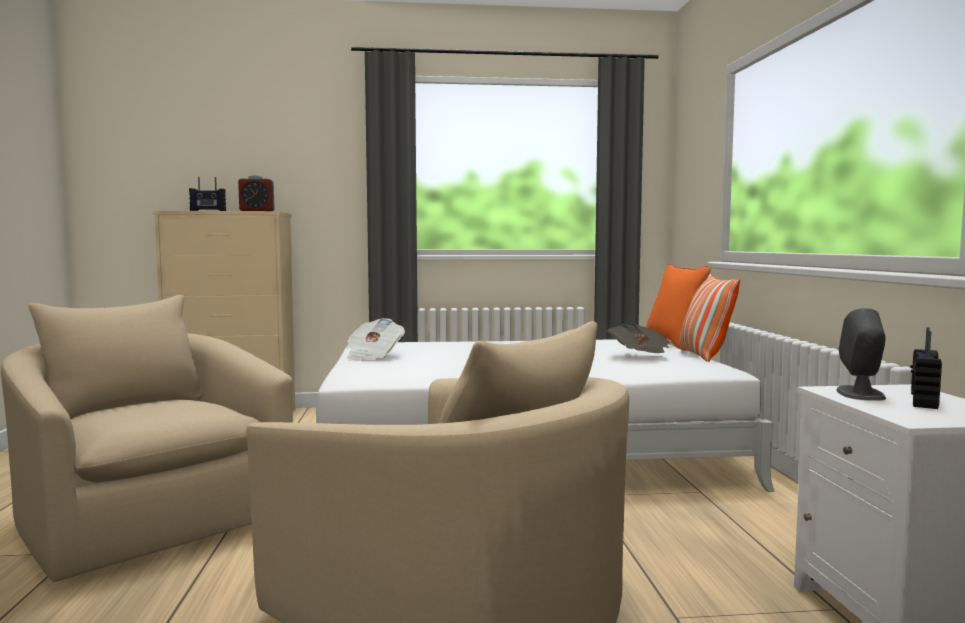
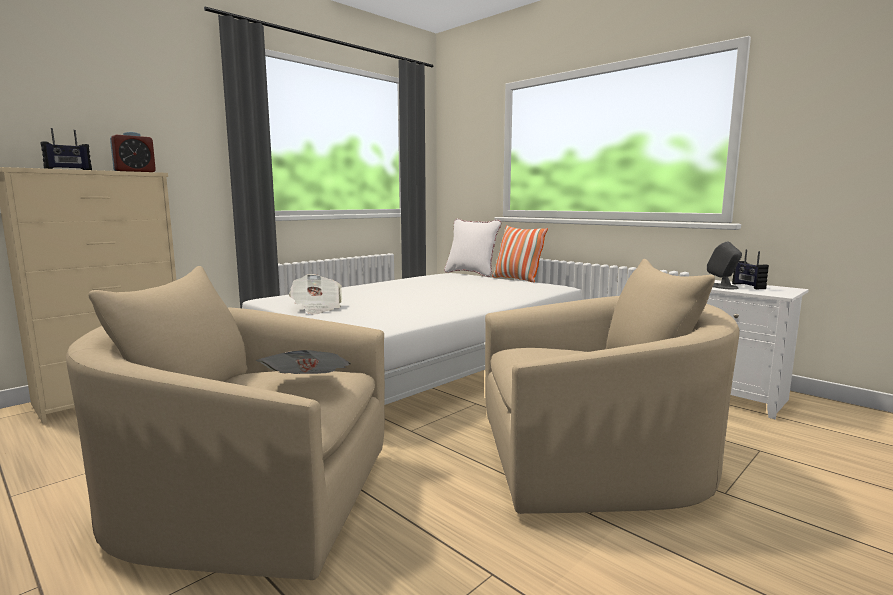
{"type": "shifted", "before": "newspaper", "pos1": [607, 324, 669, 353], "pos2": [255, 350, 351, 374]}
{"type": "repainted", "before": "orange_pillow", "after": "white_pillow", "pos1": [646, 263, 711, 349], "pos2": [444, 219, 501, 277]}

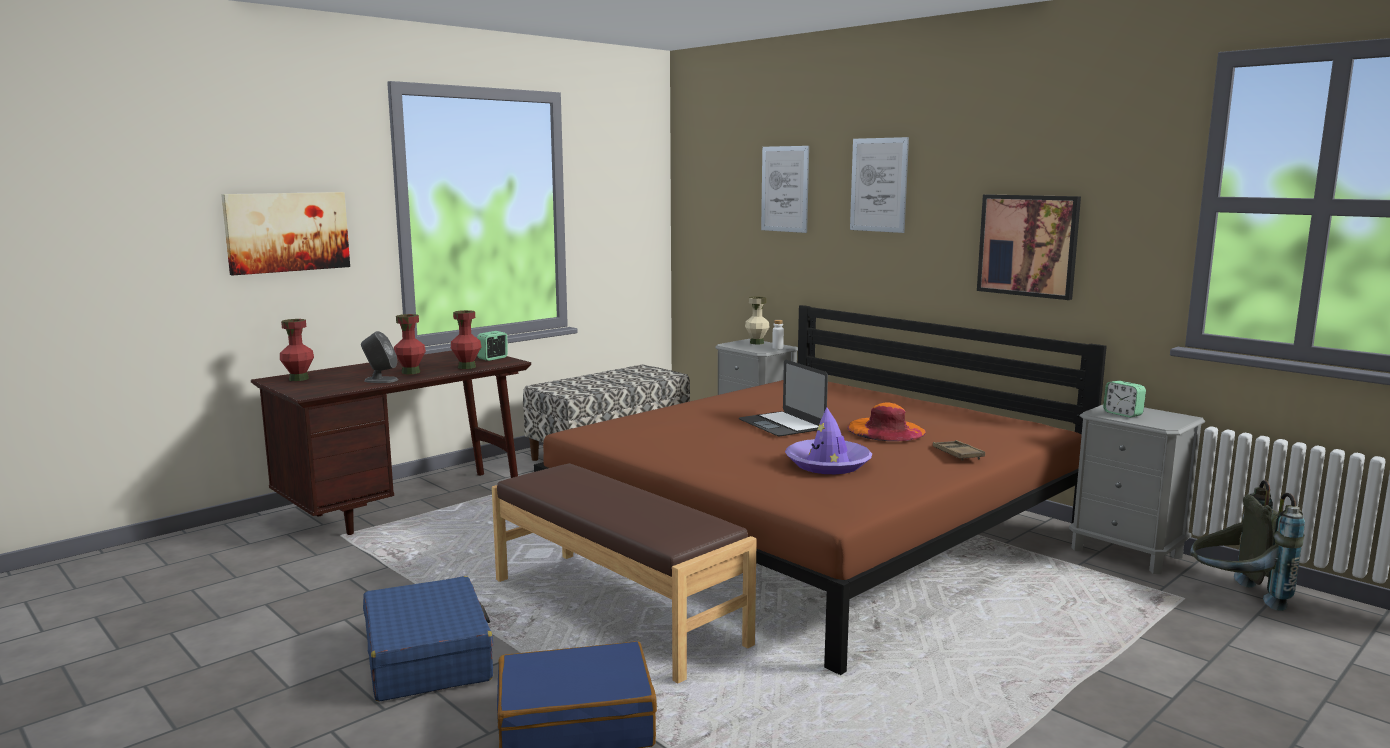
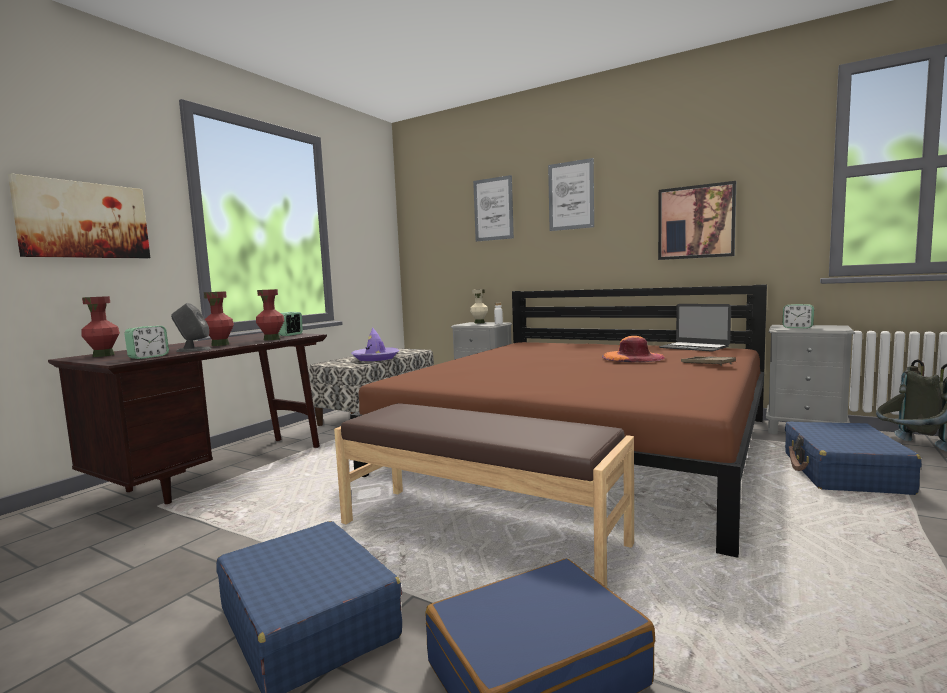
{"type": "new", "after": "alarm_clock", "pos2": [124, 326, 169, 359]}
{"type": "new", "after": "blue_suitcase", "pos2": [785, 422, 922, 495]}
{"type": "shifted", "before": "laptop", "pos1": [739, 360, 828, 436], "pos2": [659, 304, 731, 352]}
{"type": "shifted", "before": "purple_hat", "pos1": [785, 408, 872, 474], "pos2": [351, 328, 399, 361]}

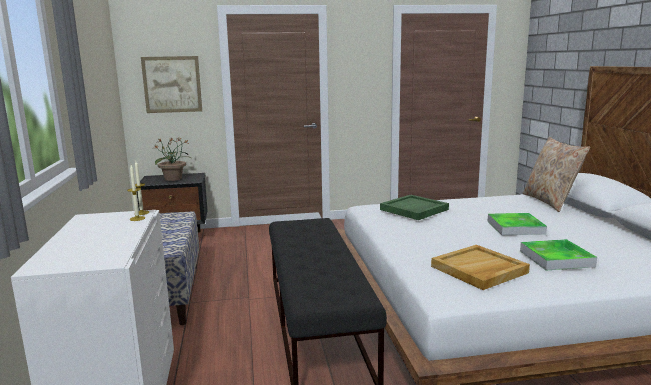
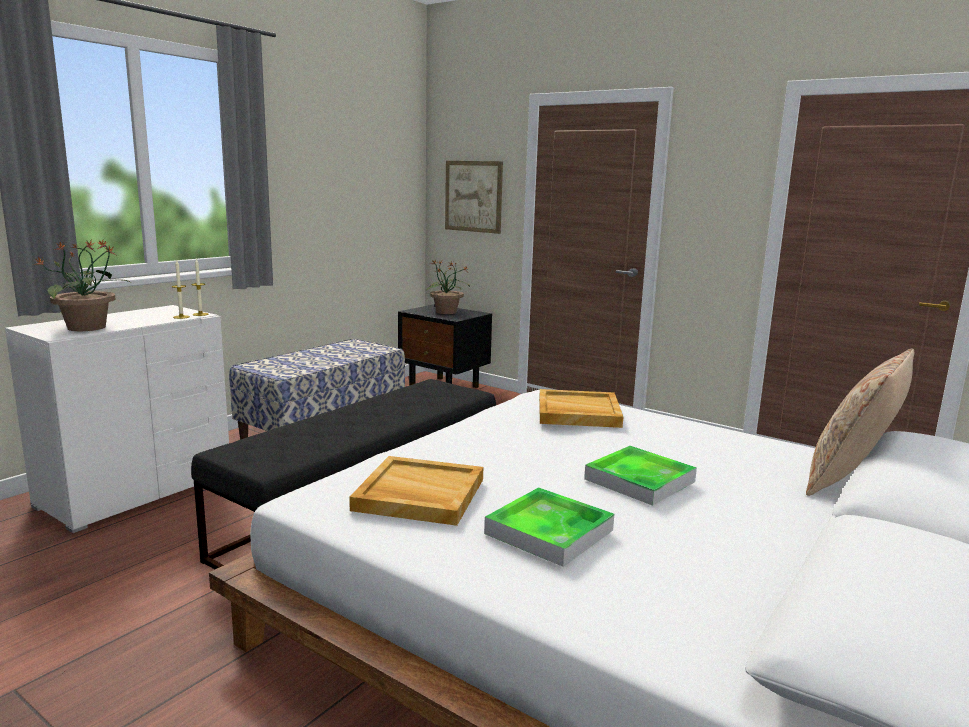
{"type": "new", "after": "potted_plant", "pos2": [33, 240, 130, 331]}
{"type": "repainted", "before": "green_tray", "after": "beige_tray", "pos1": [380, 195, 449, 220], "pos2": [539, 389, 623, 428]}

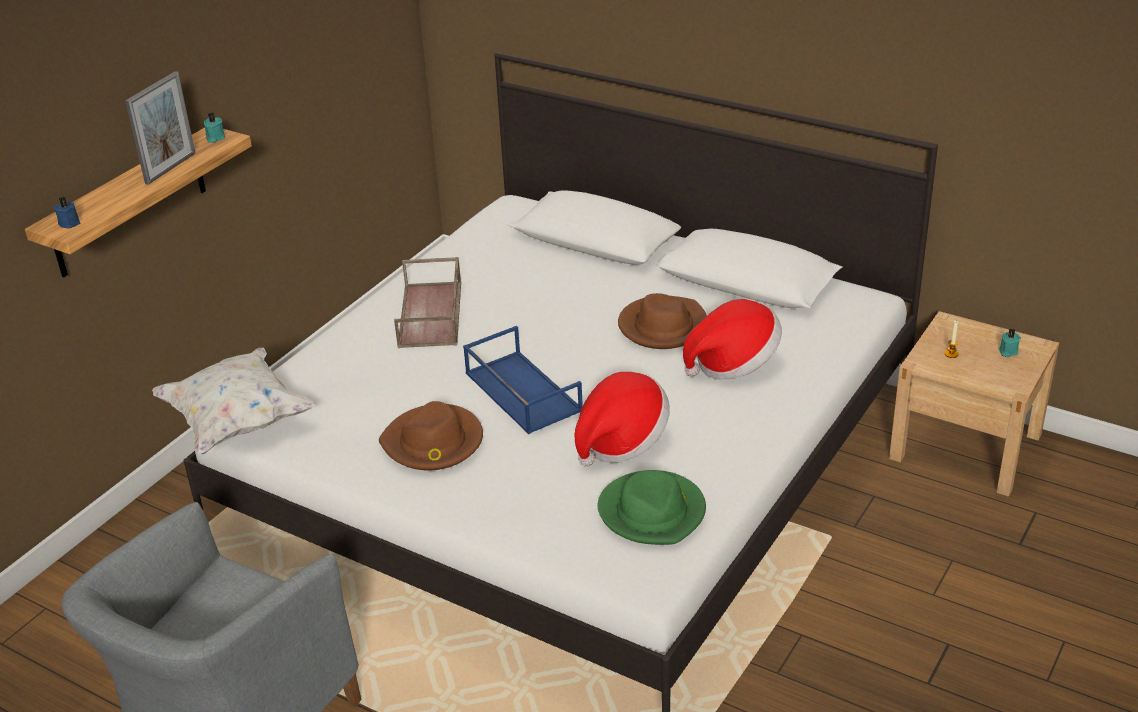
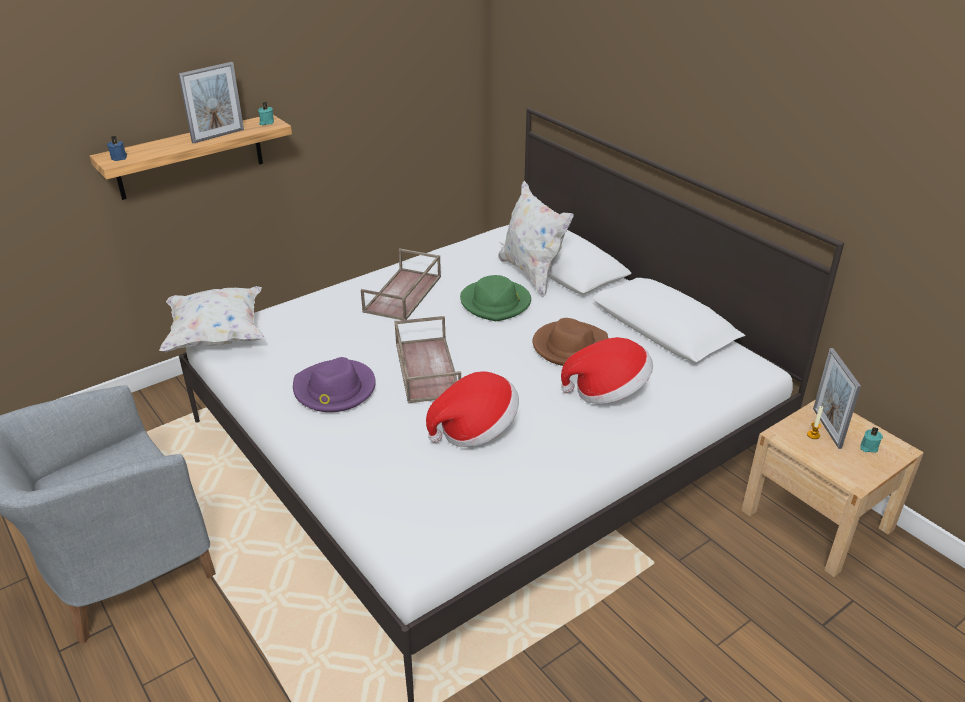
{"type": "new", "after": "white_pillow", "pos2": [498, 181, 574, 298]}
{"type": "new", "after": "picture_frame", "pos2": [813, 348, 861, 449]}
{"type": "shifted", "before": "green_hat", "pos1": [597, 470, 706, 545], "pos2": [460, 275, 531, 321]}
{"type": "repainted", "before": "brown_hat", "after": "purple_hat", "pos1": [379, 401, 483, 471], "pos2": [293, 357, 376, 412]}
{"type": "repainted", "before": "blue_tray", "after": "brown_tray", "pos1": [463, 326, 583, 434], "pos2": [395, 316, 461, 404]}

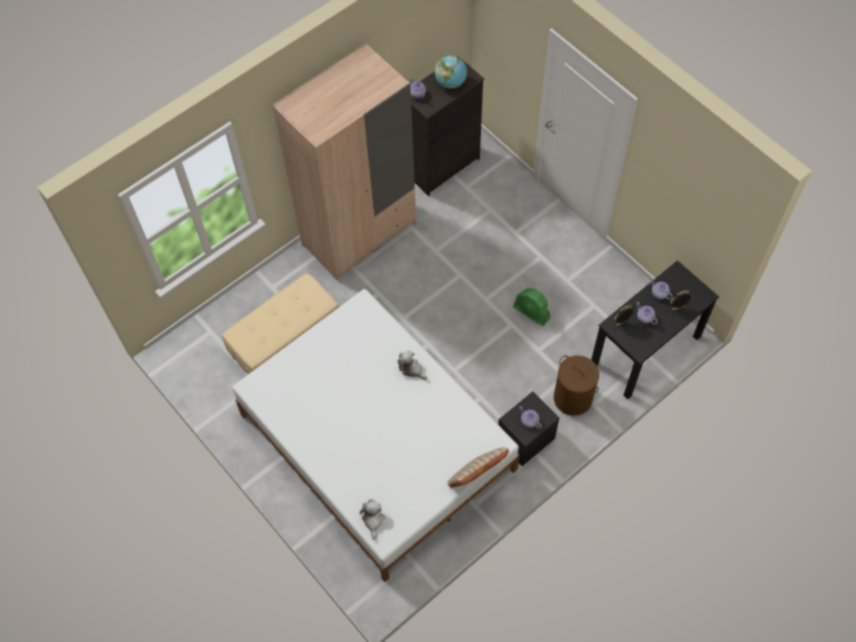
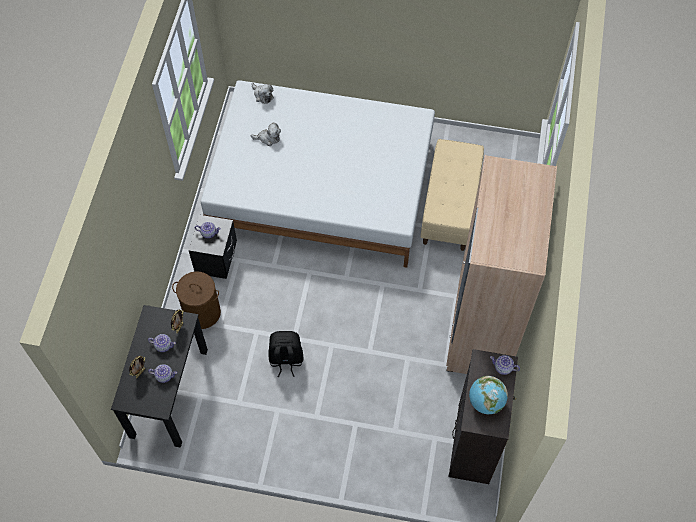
{"type": "gone", "before": "beige_pillow", "pos1": [447, 447, 509, 488]}
{"type": "shifted", "before": "plush_toy", "pos1": [397, 350, 427, 380], "pos2": [251, 123, 281, 146]}
{"type": "swapped", "before": "green_fan", "after": "black_backpack", "pos1": [513, 288, 550, 326], "pos2": [269, 331, 303, 377]}

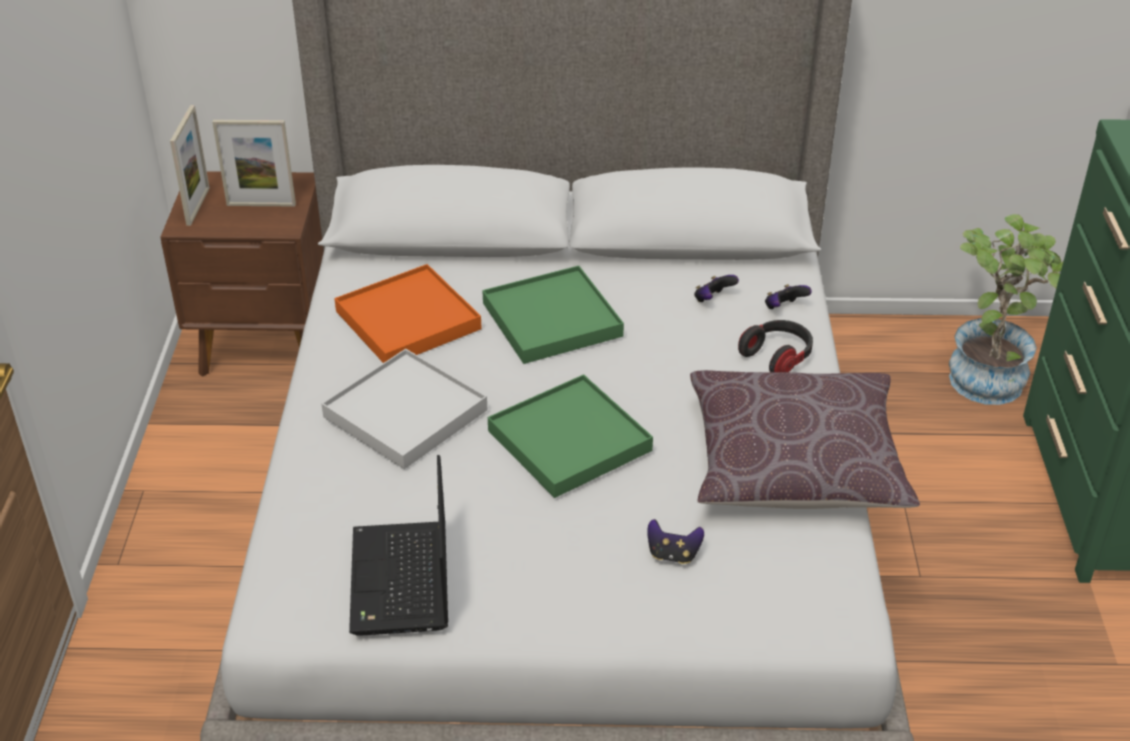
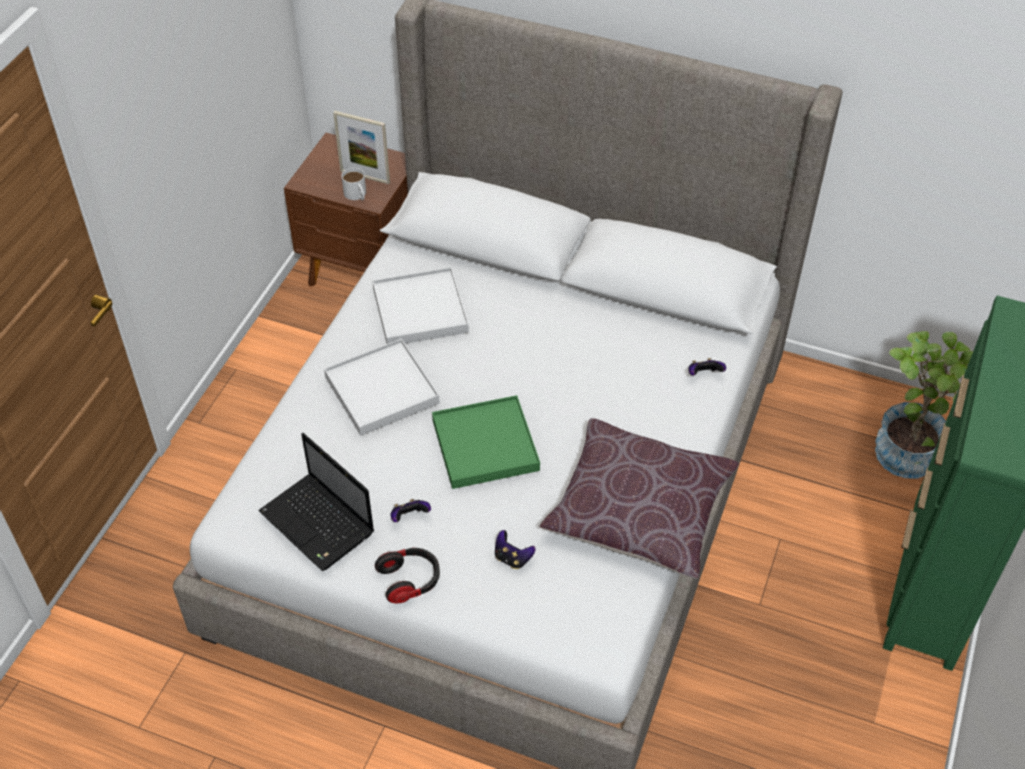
{"type": "gone", "before": "picture_frame", "pos1": [170, 105, 210, 226]}
{"type": "gone", "before": "green_tray", "pos1": [482, 266, 624, 364]}
{"type": "new", "after": "white_mug", "pos2": [342, 168, 366, 200]}
{"type": "shifted", "before": "game_controller", "pos1": [694, 275, 739, 302], "pos2": [391, 499, 431, 522]}
{"type": "shifted", "before": "headphones", "pos1": [738, 320, 813, 372], "pos2": [375, 548, 440, 604]}
{"type": "repainted", "before": "orange_tray", "after": "white_tray", "pos1": [334, 264, 482, 363], "pos2": [372, 267, 469, 344]}
{"type": "rotated", "before": "laptop", "pos1": [349, 455, 448, 636], "pos2": [258, 433, 374, 571], "turn": -60}

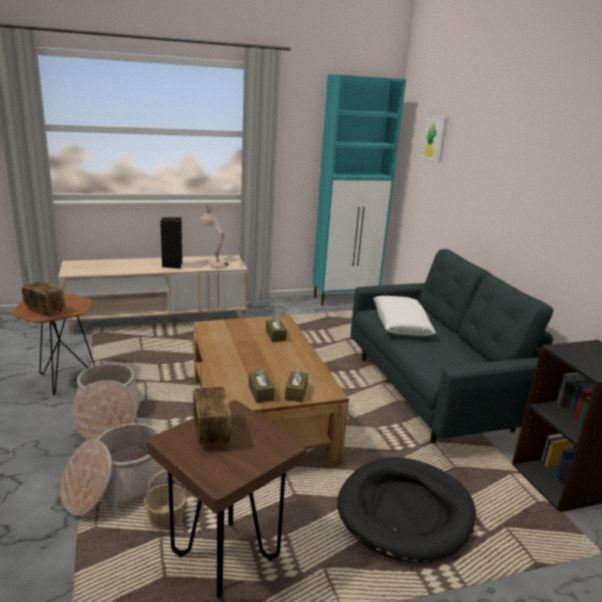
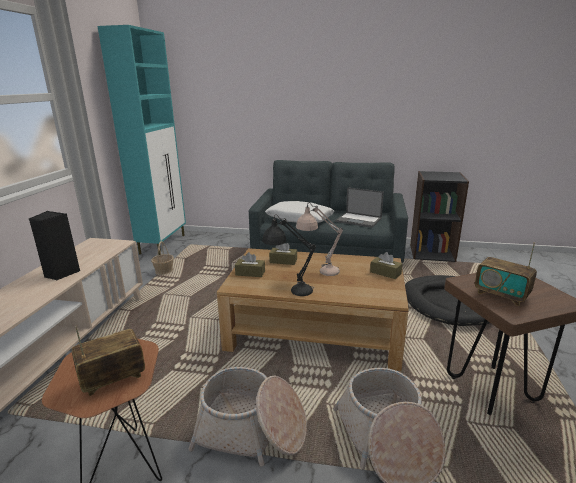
{"type": "gone", "before": "picture", "pos1": [418, 114, 448, 162]}
{"type": "new", "after": "black_table_lamp", "pos2": [262, 214, 316, 296]}
{"type": "new", "after": "laptop", "pos2": [335, 187, 384, 228]}
{"type": "shifted", "before": "basket", "pos1": [144, 470, 187, 530], "pos2": [151, 241, 174, 274]}
{"type": "shifted", "before": "beige_table_lamp", "pos1": [199, 205, 229, 269], "pos2": [296, 202, 343, 276]}
{"type": "shifted", "before": "brown_tissue_box", "pos1": [248, 368, 275, 403], "pos2": [235, 252, 265, 277]}
{"type": "rotated", "before": "radio", "pos1": [193, 362, 231, 449], "pos2": [475, 242, 537, 306], "turn": -150}

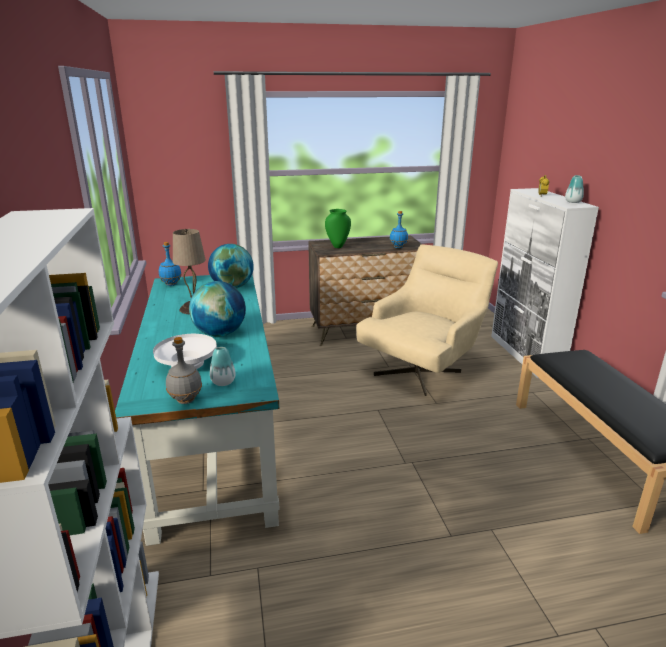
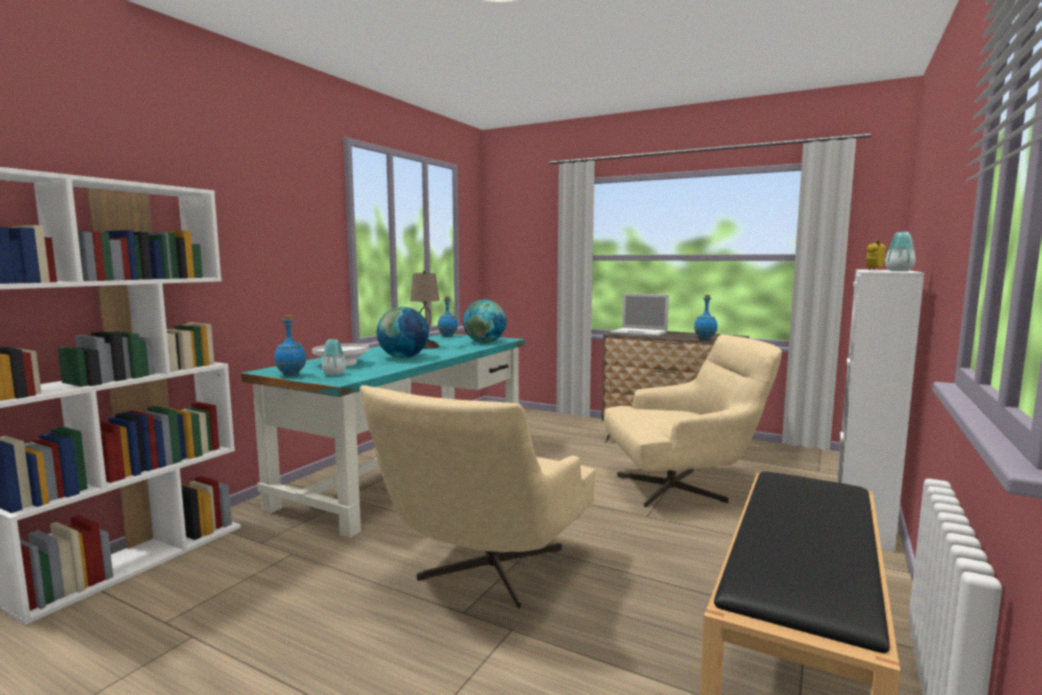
{"type": "new", "after": "beige_armchair", "pos2": [360, 385, 595, 609]}
{"type": "swapped", "before": "green_vase", "after": "laptop", "pos1": [325, 209, 351, 248], "pos2": [610, 293, 669, 337]}
{"type": "repainted", "before": "grey_bottle", "after": "blue_bottle", "pos1": [166, 337, 202, 404], "pos2": [274, 315, 307, 376]}

